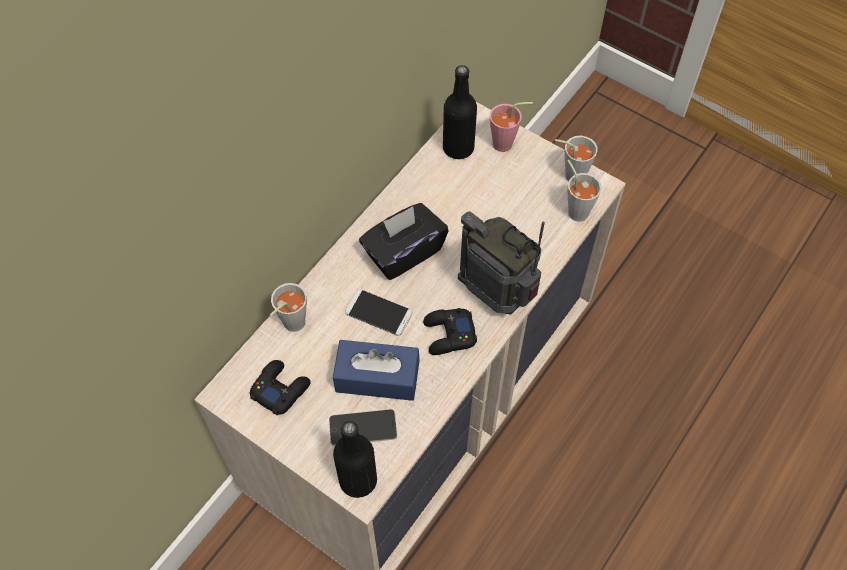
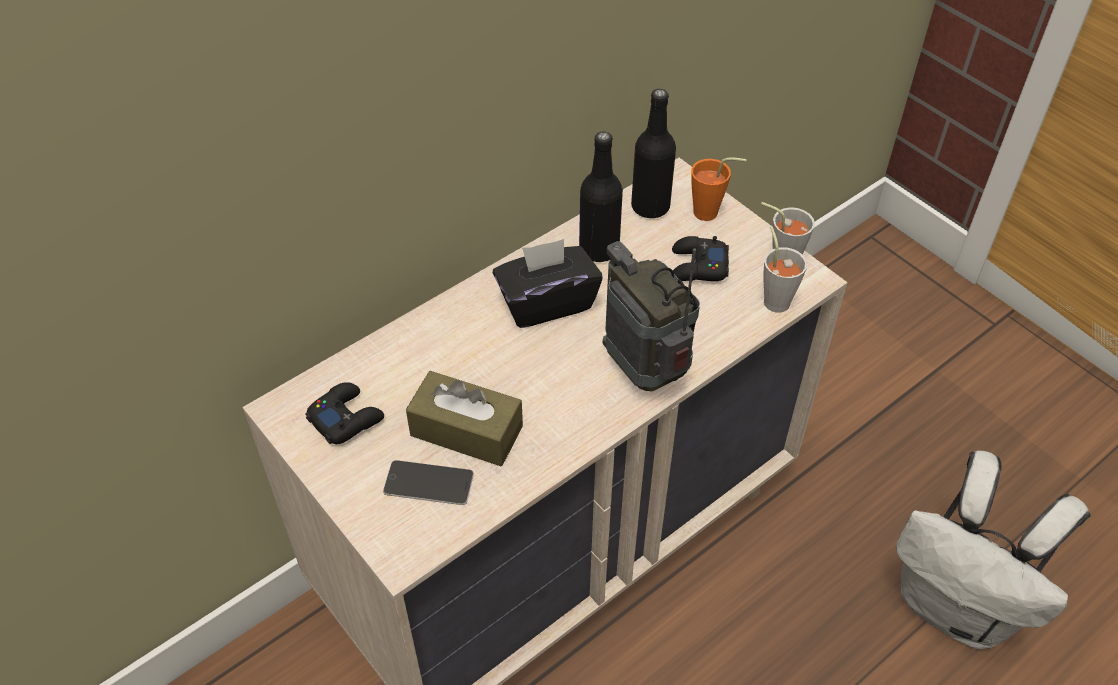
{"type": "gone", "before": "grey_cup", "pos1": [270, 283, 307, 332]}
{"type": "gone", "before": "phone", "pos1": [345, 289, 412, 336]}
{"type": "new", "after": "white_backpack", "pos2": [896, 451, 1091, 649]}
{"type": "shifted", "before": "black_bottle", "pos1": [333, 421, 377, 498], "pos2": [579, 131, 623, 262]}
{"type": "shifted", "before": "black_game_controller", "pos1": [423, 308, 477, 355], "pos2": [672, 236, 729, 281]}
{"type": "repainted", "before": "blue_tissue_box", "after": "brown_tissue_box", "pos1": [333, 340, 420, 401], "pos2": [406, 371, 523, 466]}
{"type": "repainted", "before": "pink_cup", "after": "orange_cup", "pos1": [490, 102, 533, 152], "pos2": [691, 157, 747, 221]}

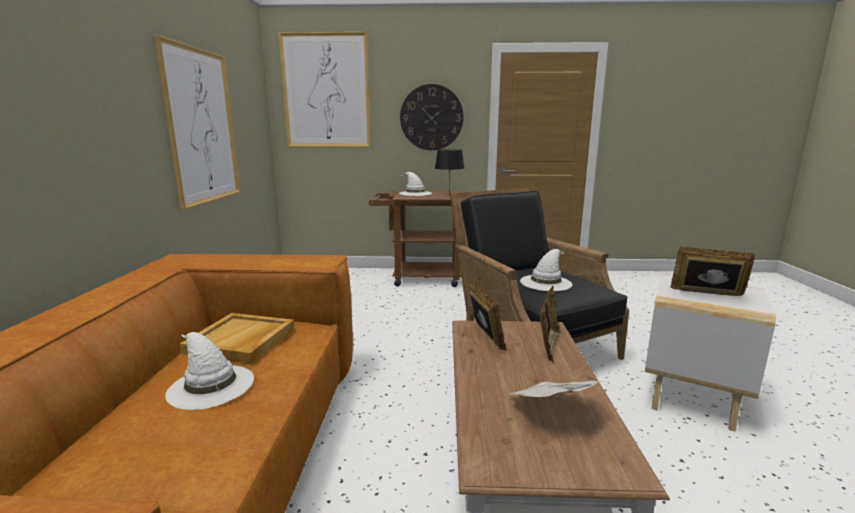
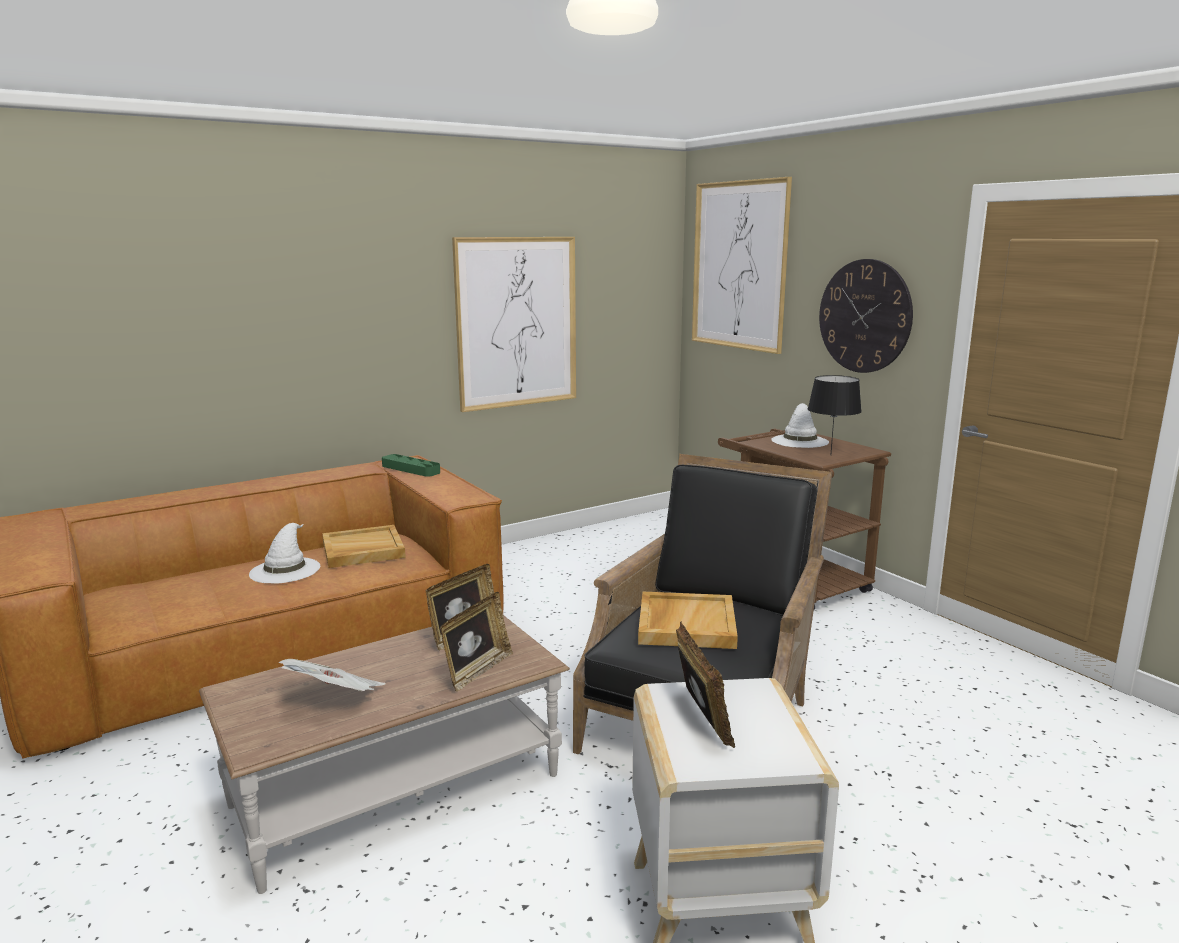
{"type": "new", "after": "green_tray", "pos2": [382, 454, 440, 477]}
{"type": "swapped", "before": "white_hat", "after": "beige_tray", "pos1": [520, 249, 572, 291], "pos2": [638, 592, 738, 649]}
{"type": "rotated", "before": "picture_frame", "pos1": [540, 286, 561, 363], "pos2": [440, 592, 513, 692], "turn": -45}

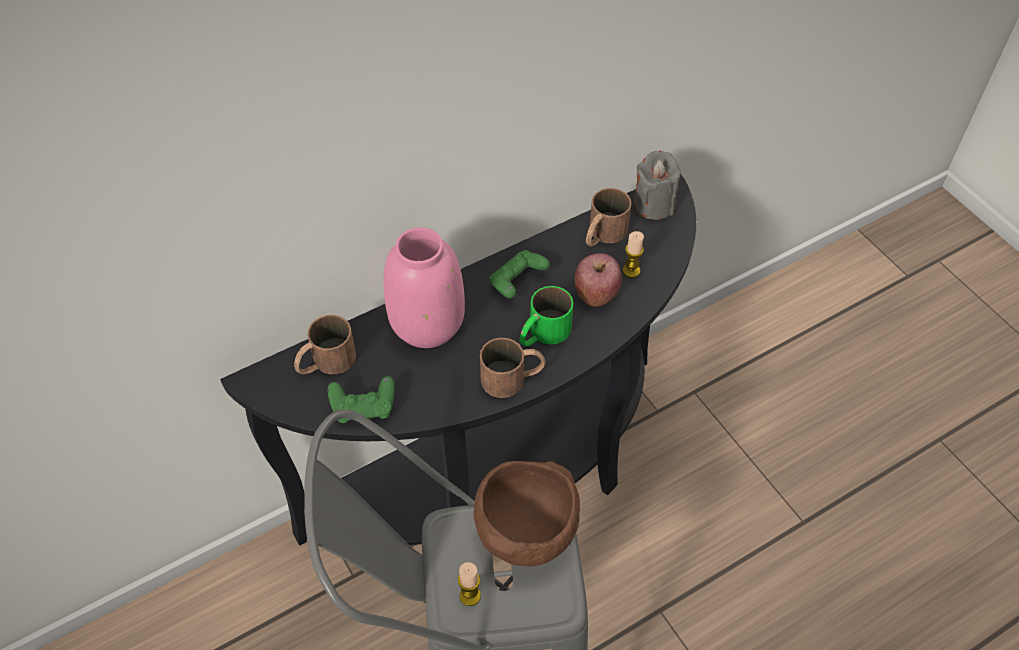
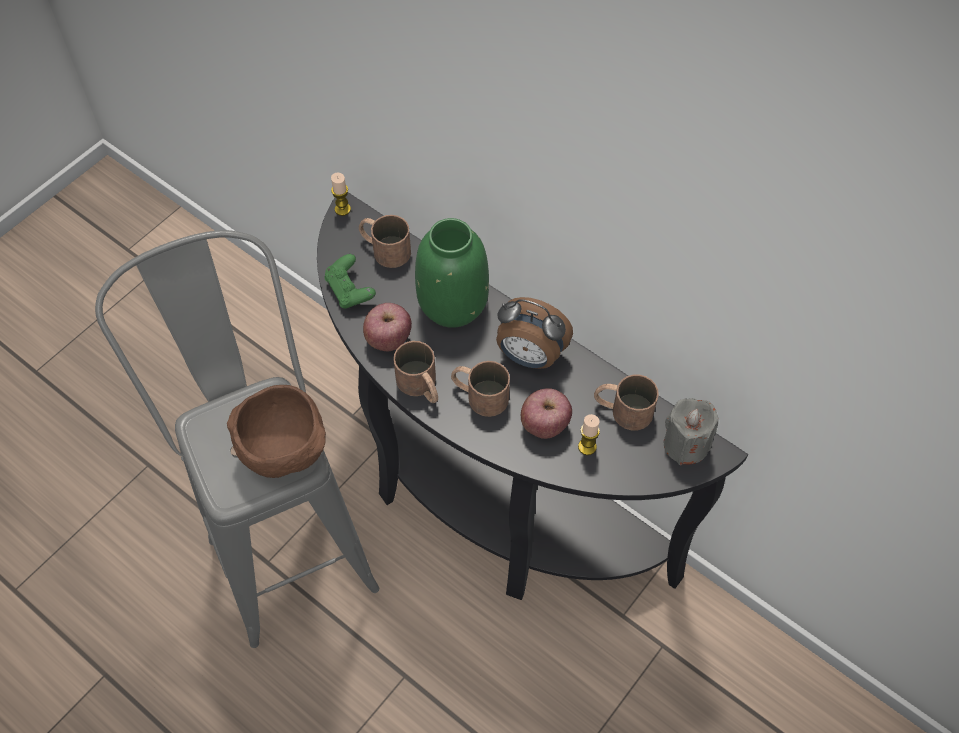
{"type": "new", "after": "apple", "pos2": [363, 303, 412, 351]}
{"type": "shifted", "before": "candle", "pos1": [458, 562, 481, 606], "pos2": [331, 172, 351, 216]}
{"type": "swapped", "before": "green_game_controller", "after": "alarm_clock", "pos1": [489, 250, 550, 298], "pos2": [496, 297, 573, 369]}
{"type": "repainted", "before": "pink_vase", "after": "green_vase", "pos1": [384, 228, 465, 348], "pos2": [415, 218, 489, 328]}
{"type": "repainted", "before": "green_mug", "after": "brown_mug", "pos1": [519, 286, 573, 346], "pos2": [451, 361, 510, 417]}

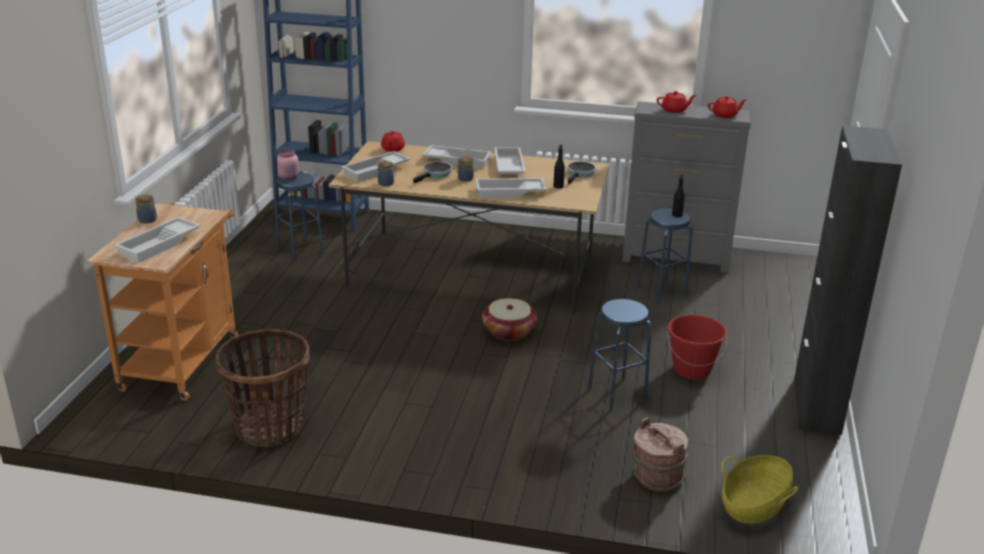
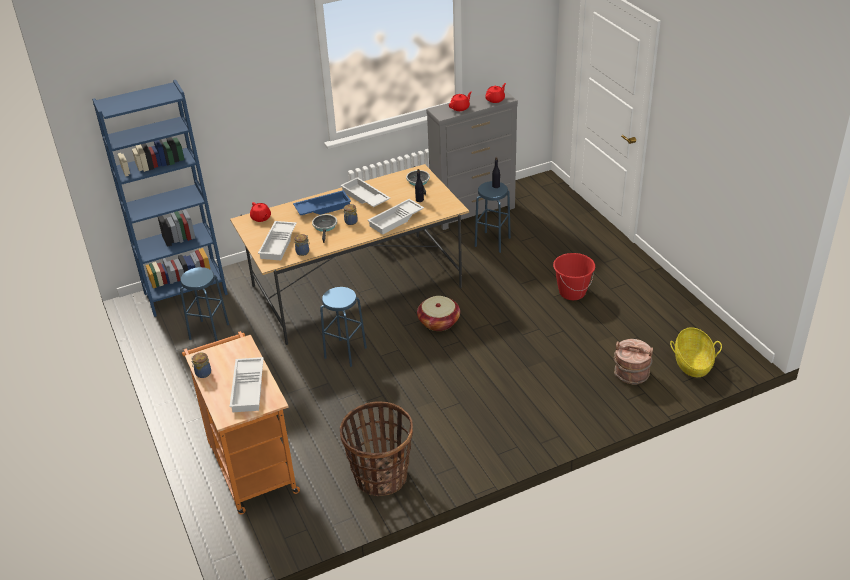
{"type": "gone", "before": "pink_jar", "pos1": [277, 149, 299, 180]}
{"type": "gone", "before": "black_cabinet", "pos1": [794, 125, 902, 435]}
{"type": "shifted", "before": "blue_stool", "pos1": [588, 299, 652, 411], "pos2": [320, 287, 367, 367]}
{"type": "repainted", "before": "white_tray", "after": "blue_tray", "pos1": [423, 145, 491, 169], "pos2": [293, 190, 351, 215]}

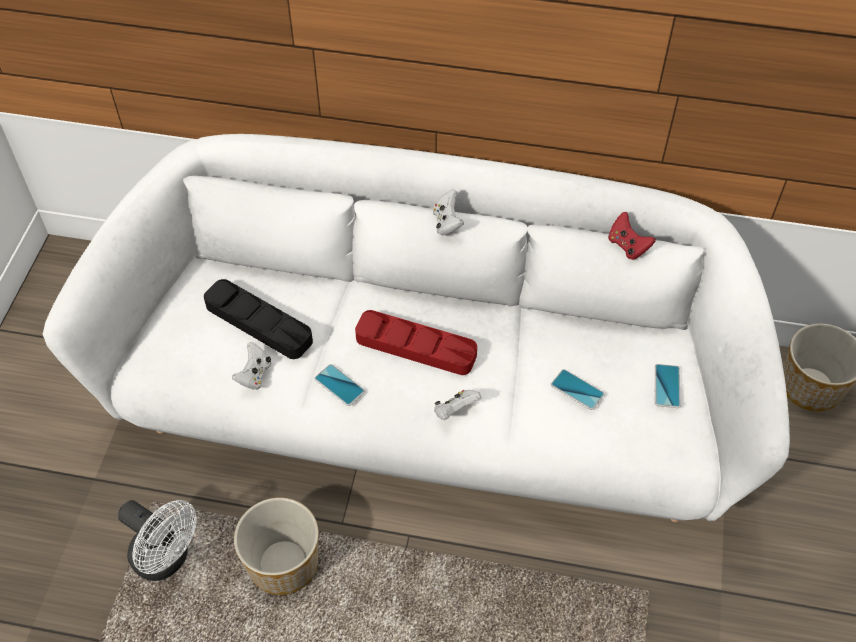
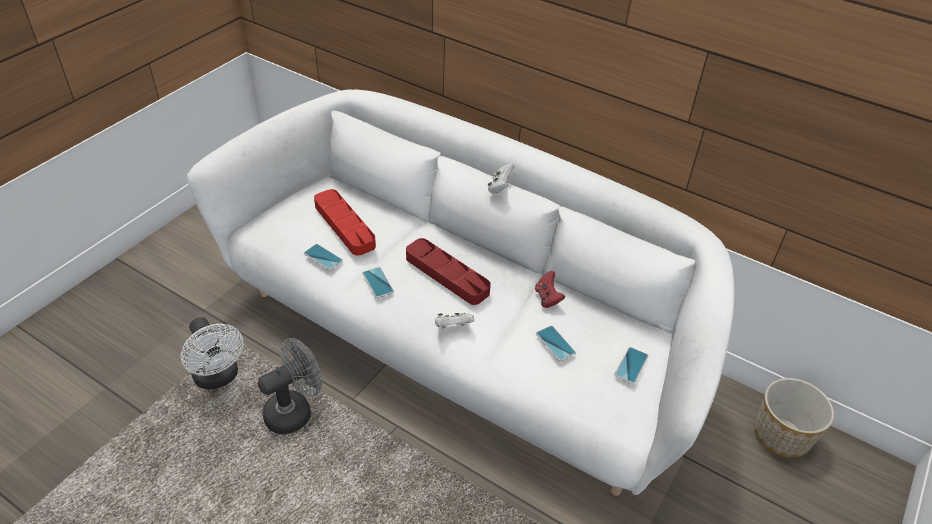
{"type": "shifted", "before": "red_game_controller", "pos1": [608, 212, 655, 260], "pos2": [535, 271, 565, 308]}
{"type": "swapped", "before": "white_game_controller", "after": "phone", "pos1": [232, 342, 271, 390], "pos2": [304, 244, 343, 270]}
{"type": "swapped", "before": "planter", "after": "grey_fan", "pos1": [234, 497, 319, 595], "pos2": [258, 338, 322, 434]}
{"type": "repainted", "before": "black_tray", "after": "red_tray", "pos1": [204, 279, 313, 359], "pos2": [314, 189, 376, 256]}

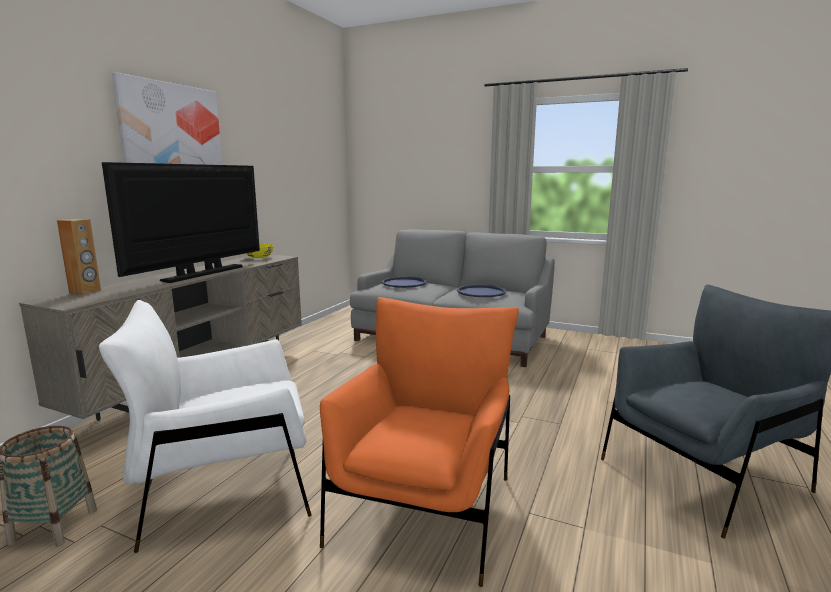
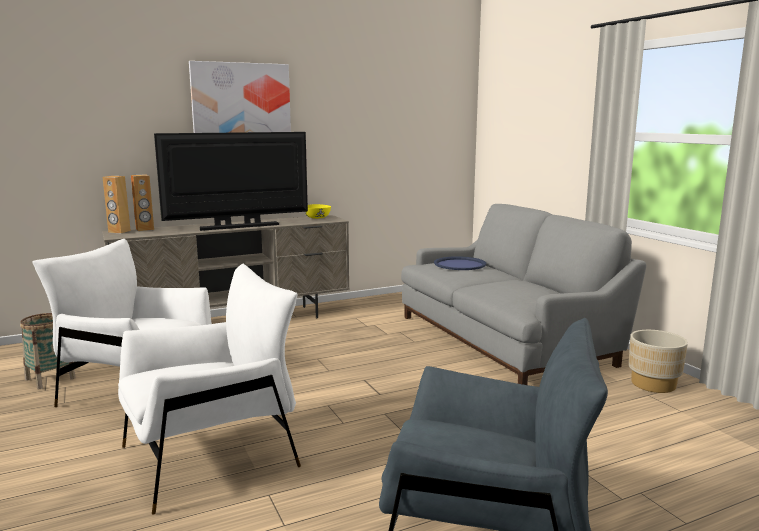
{"type": "gone", "before": "blue_tray", "pos1": [457, 285, 506, 297]}
{"type": "new", "after": "brown_speaker", "pos2": [103, 176, 131, 233]}
{"type": "new", "after": "beige_planter", "pos2": [629, 330, 688, 393]}
{"type": "repainted", "before": "orange_armchair", "after": "white_armchair", "pos1": [320, 297, 519, 587], "pos2": [118, 264, 301, 515]}

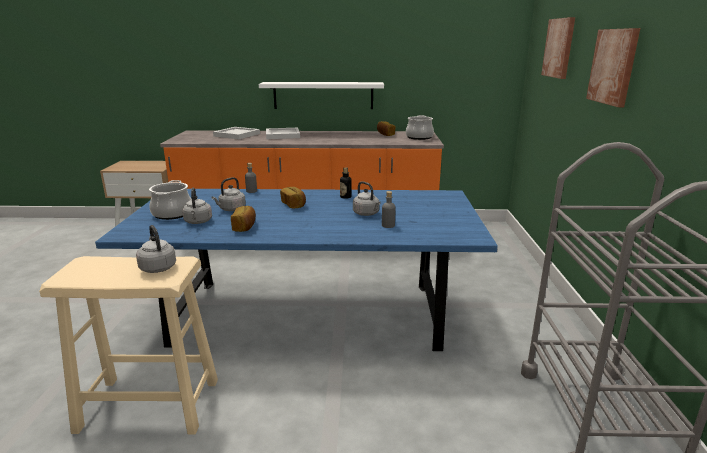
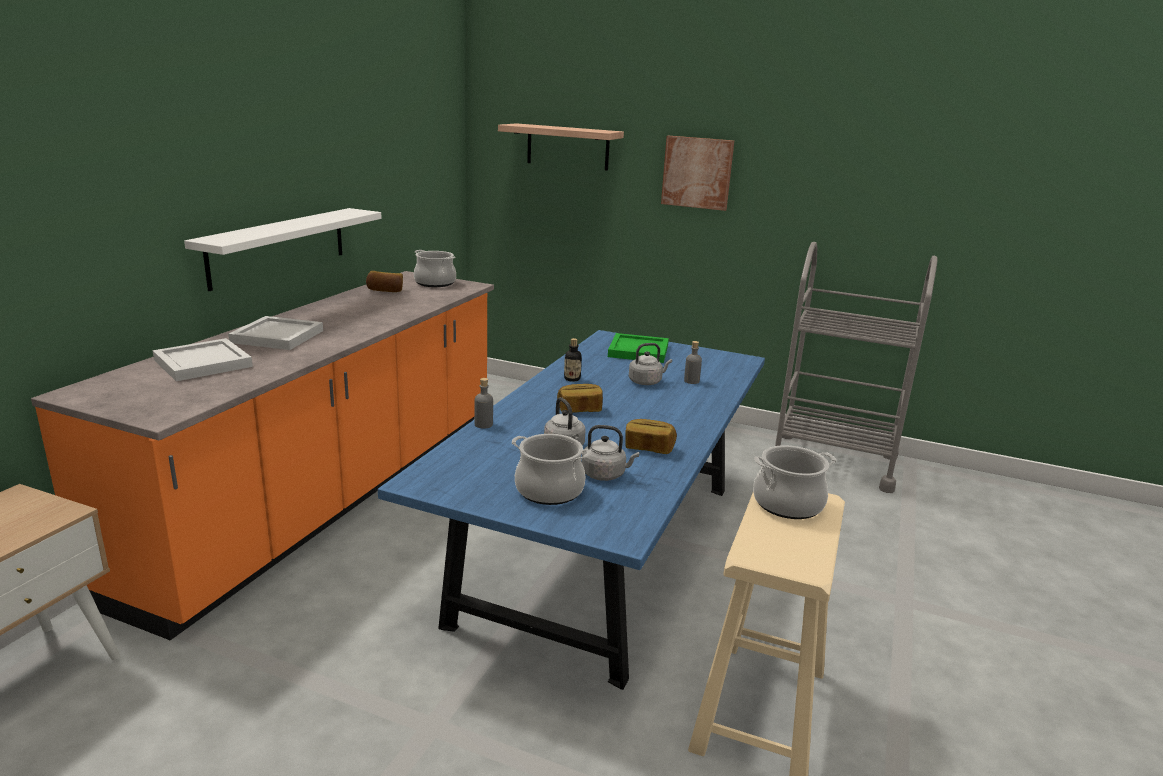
{"type": "new", "after": "green_tray", "pos2": [608, 333, 669, 363]}
{"type": "swapped", "before": "grey_kettle", "after": "cooking_pot", "pos1": [136, 225, 176, 273], "pos2": [753, 445, 836, 519]}
{"type": "swapped", "before": "picture", "after": "shelf", "pos1": [541, 17, 575, 79], "pos2": [498, 123, 624, 171]}

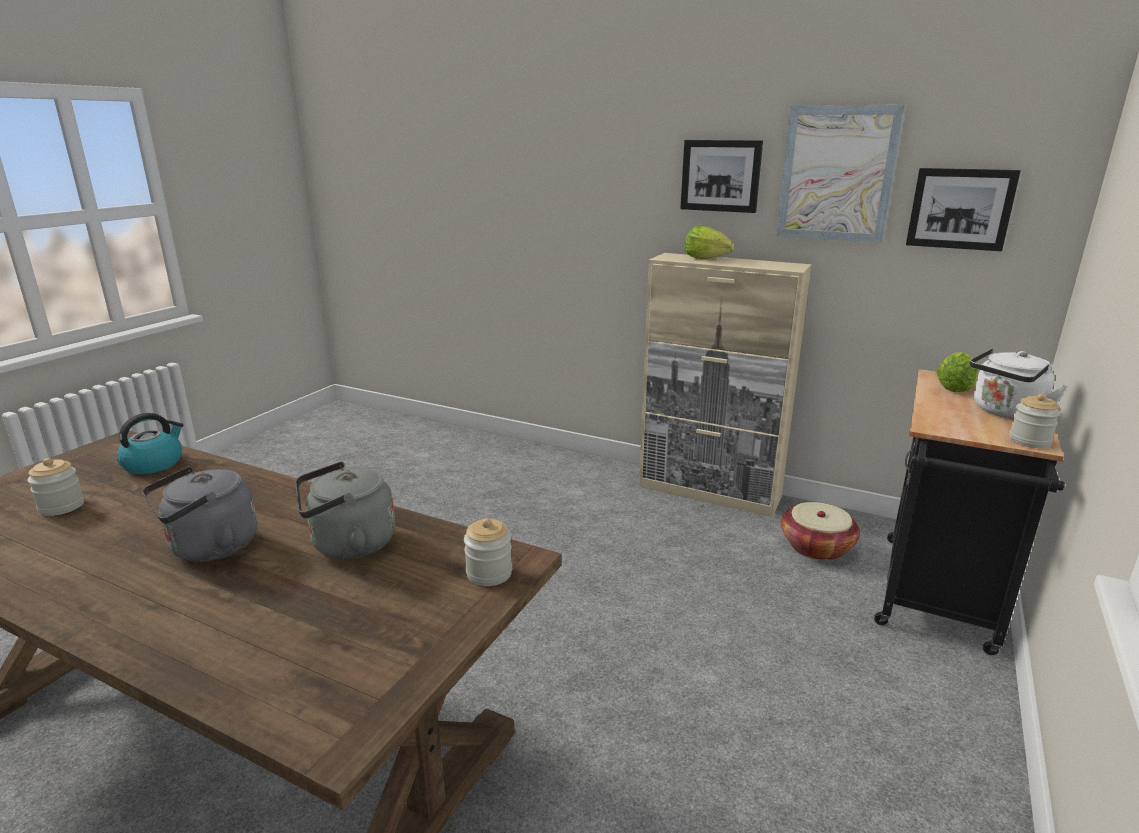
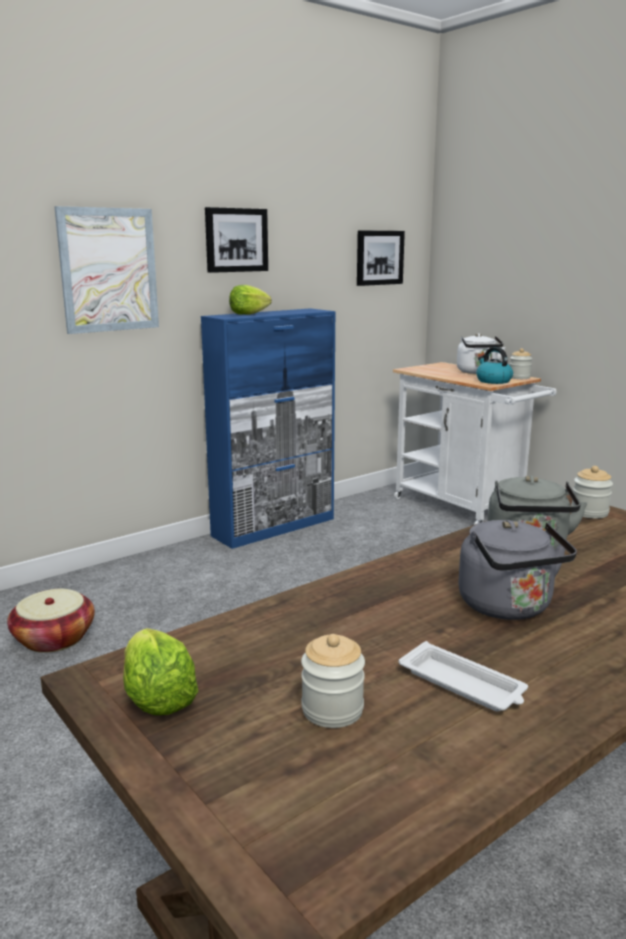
{"type": "new", "after": "white_tray", "pos2": [399, 641, 528, 711]}
{"type": "shifted", "before": "kettle", "pos1": [117, 413, 184, 474], "pos2": [476, 347, 513, 384]}
{"type": "shifted", "before": "picture", "pos1": [776, 105, 905, 243], "pos2": [54, 206, 159, 334]}
{"type": "shifted", "before": "basket", "pos1": [781, 502, 860, 560], "pos2": [7, 589, 95, 653]}
{"type": "shifted", "before": "lettuce", "pos1": [936, 353, 978, 392], "pos2": [123, 628, 198, 715]}
{"type": "repainted", "before": "beige_cabinet", "after": "blue_cabinet", "pos1": [639, 253, 812, 517], "pos2": [201, 308, 336, 549]}
{"type": "repainted", "before": "black_cart", "after": "white_cart", "pos1": [874, 369, 1065, 655], "pos2": [393, 362, 556, 525]}

